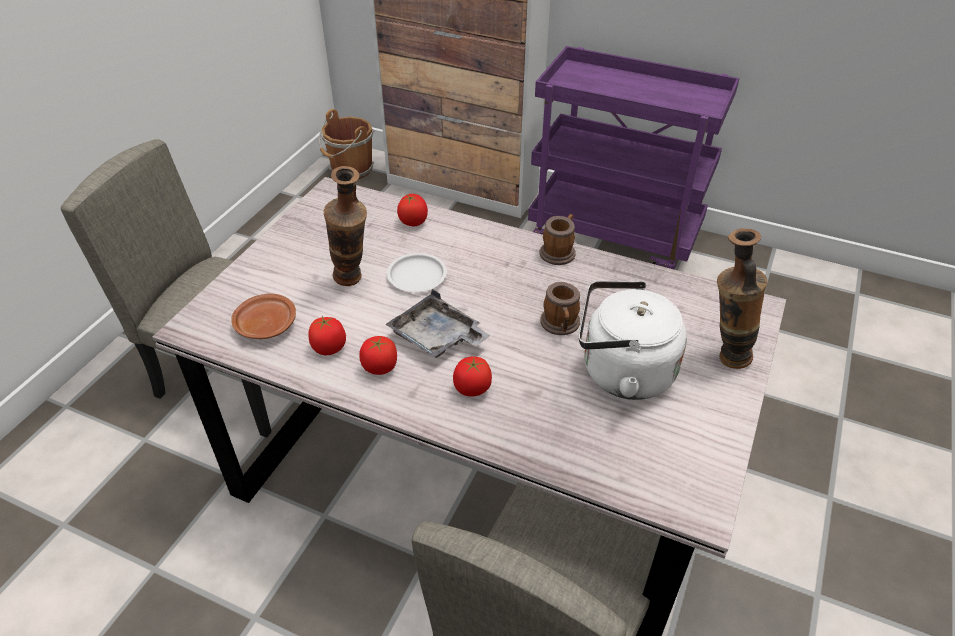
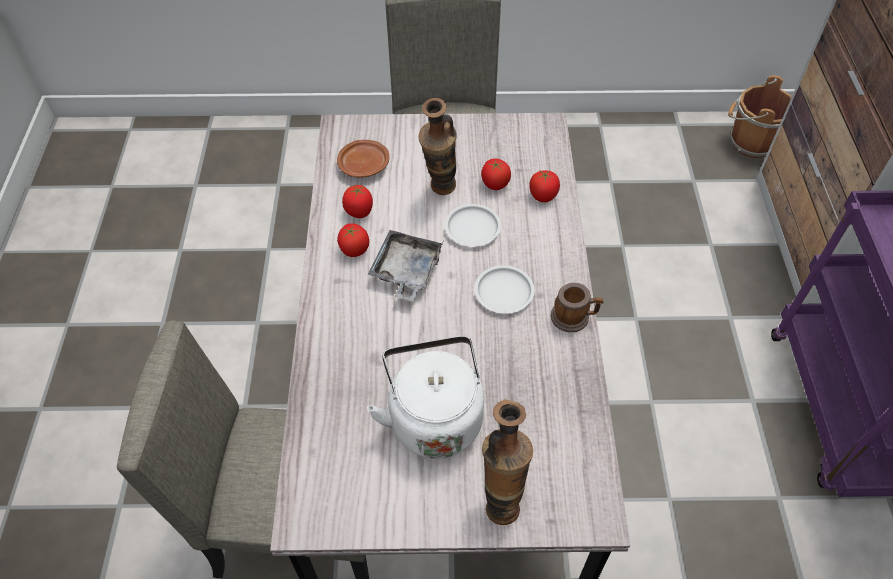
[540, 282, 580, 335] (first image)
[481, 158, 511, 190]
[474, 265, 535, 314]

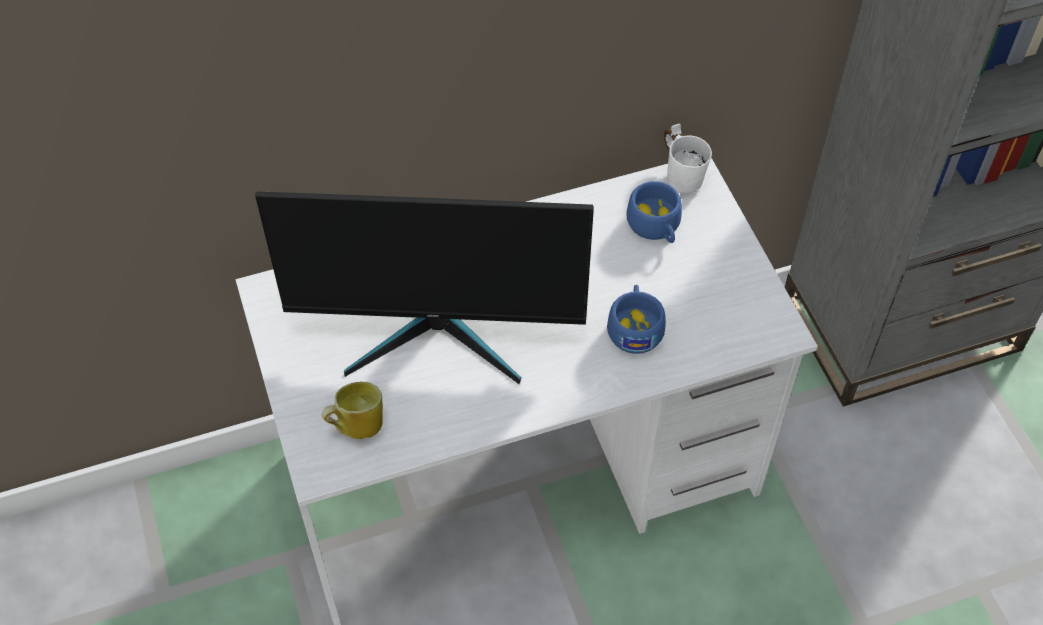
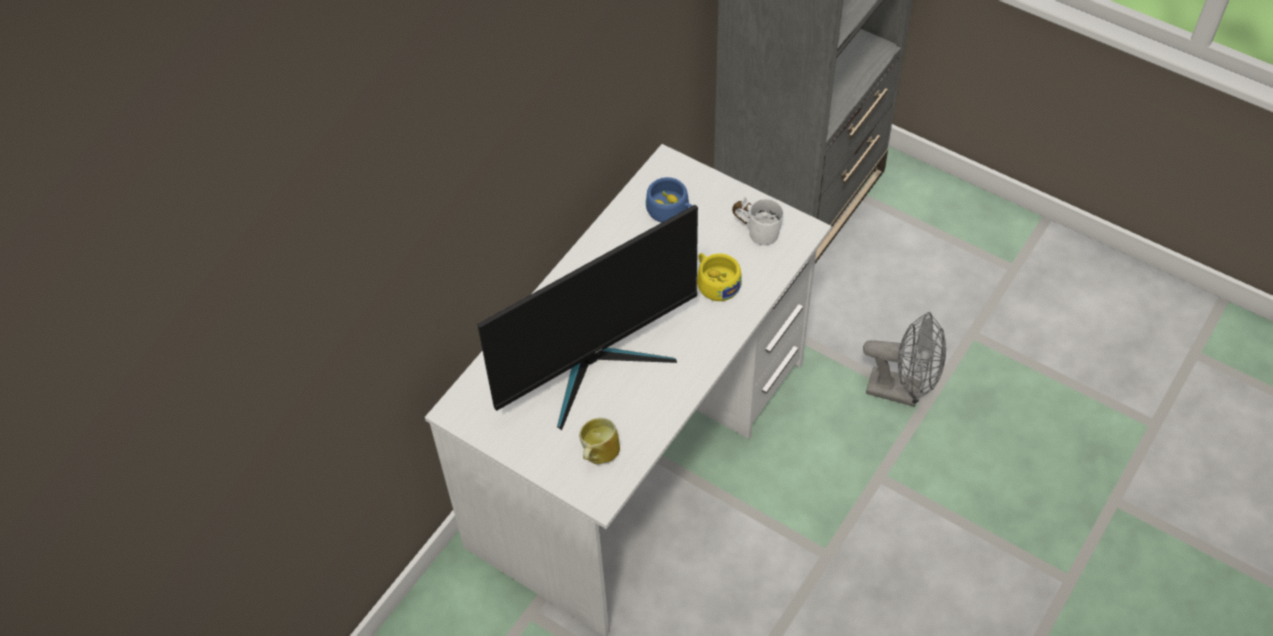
[732, 196, 784, 245]
[697, 253, 742, 301]
[863, 312, 946, 407]

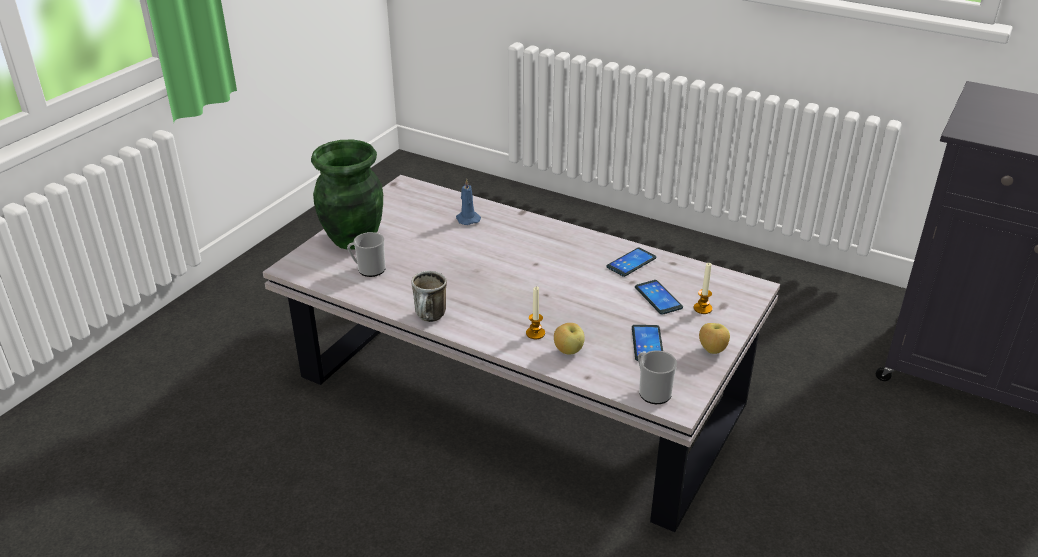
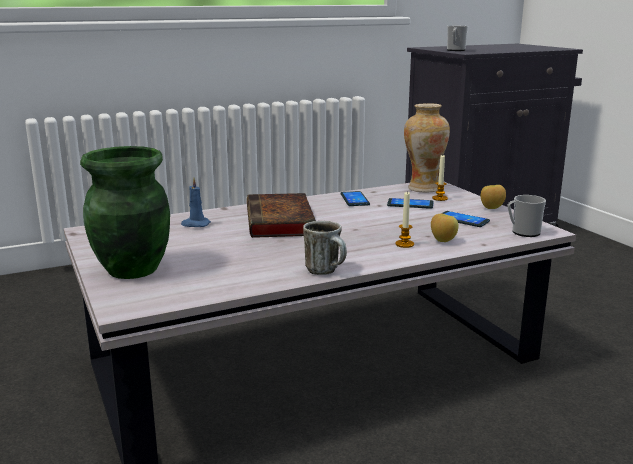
[447, 26, 468, 51]
[404, 103, 450, 193]
[247, 193, 316, 238]

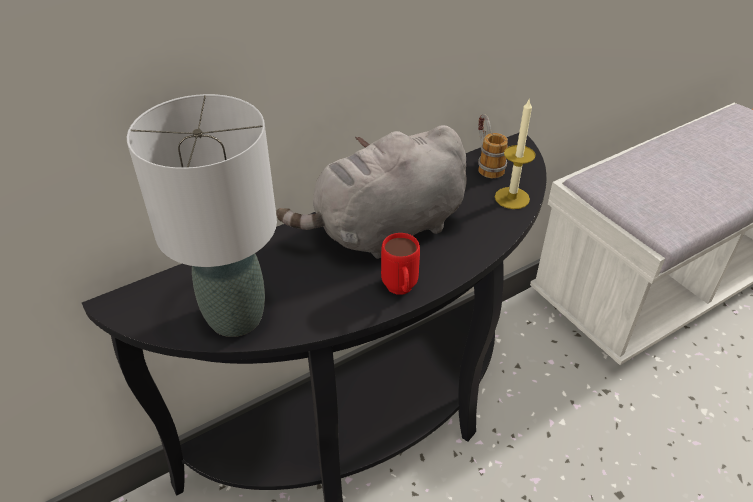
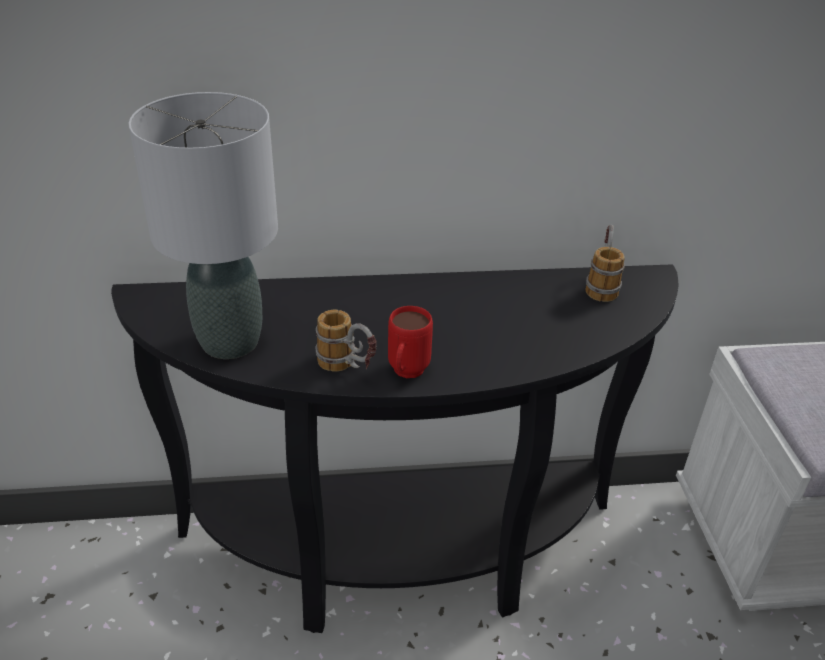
[495, 100, 536, 209] (first image)
[276, 125, 466, 259] (first image)
[315, 310, 377, 372]

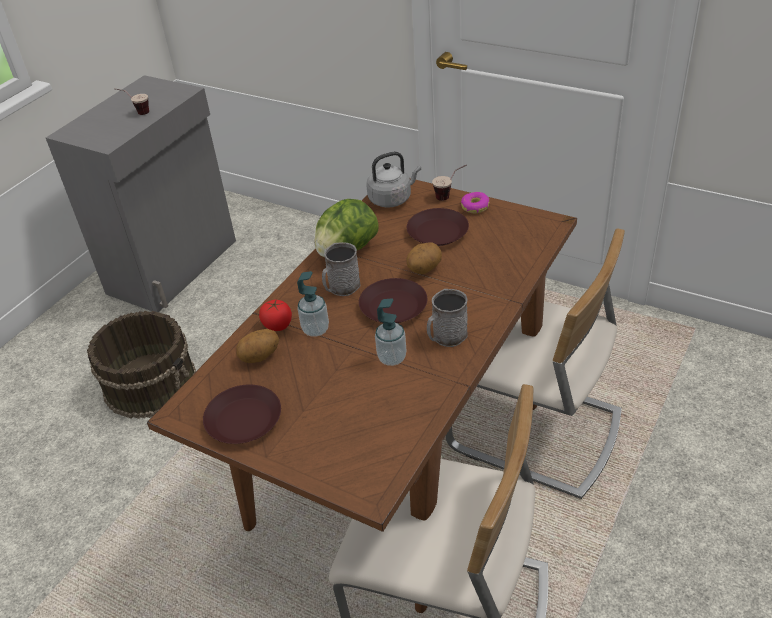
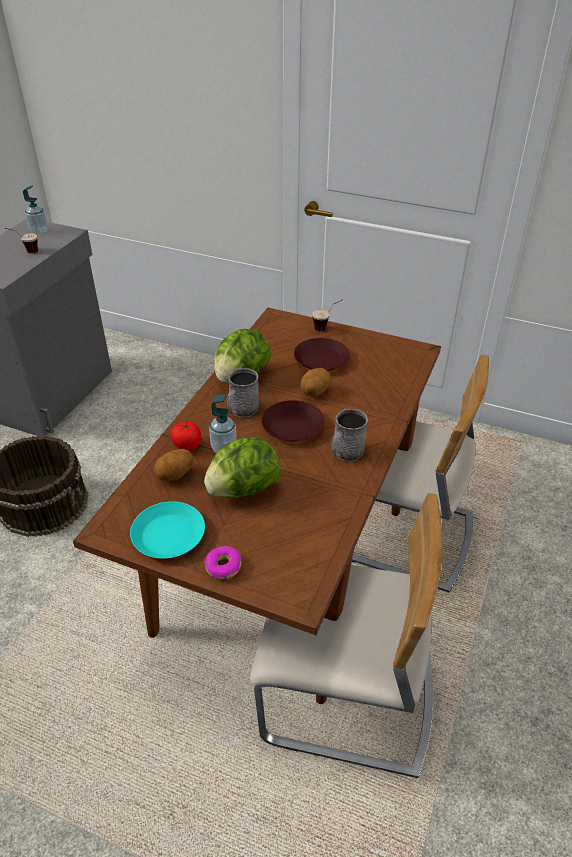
[366, 152, 421, 208] (first image)
[205, 546, 241, 580]
[23, 186, 48, 234]
[130, 501, 205, 559]
[204, 437, 281, 498]

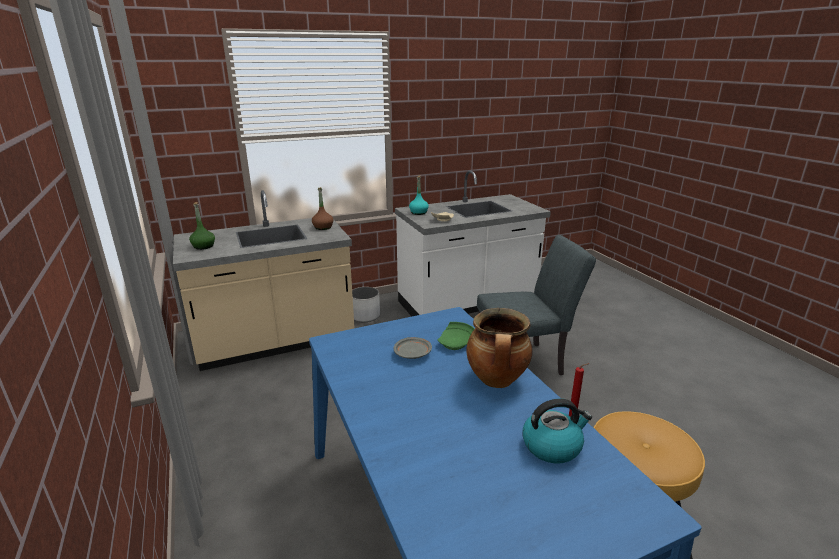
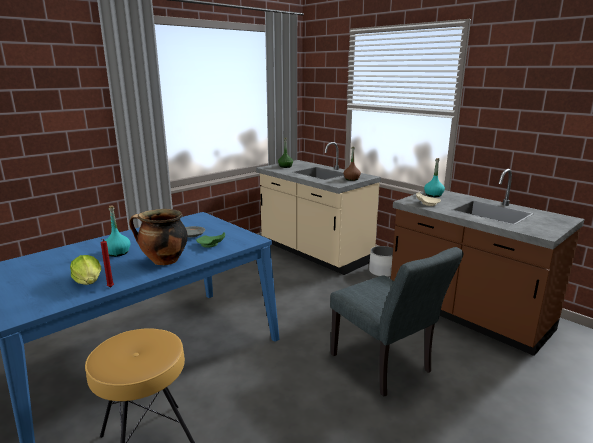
[391, 169, 585, 356]
[70, 255, 101, 285]
[105, 206, 131, 257]

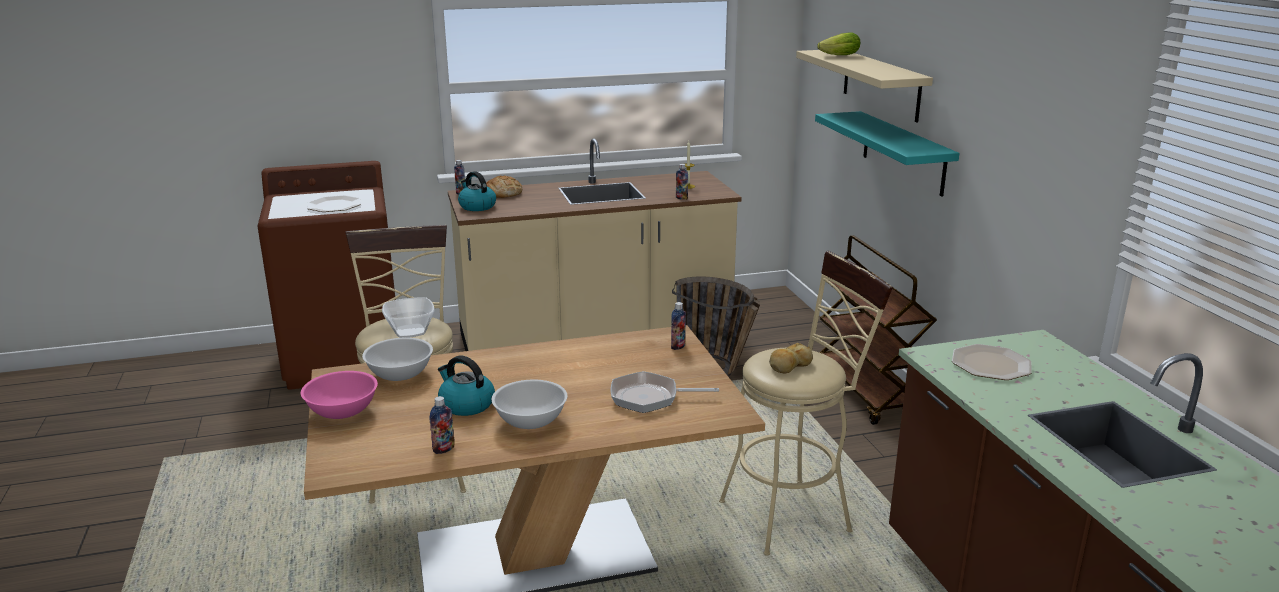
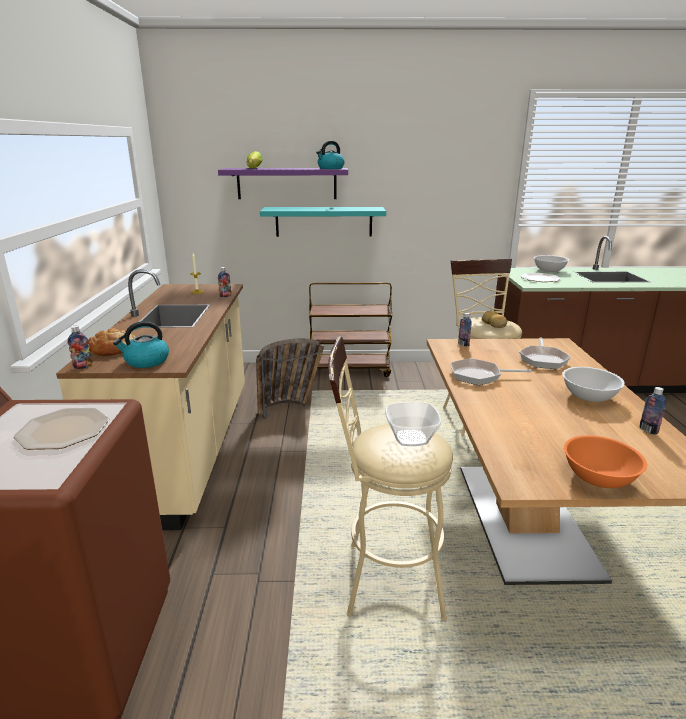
[218, 168, 348, 199]
[534, 255, 569, 272]
[316, 141, 345, 169]
[564, 435, 647, 488]
[451, 358, 531, 385]

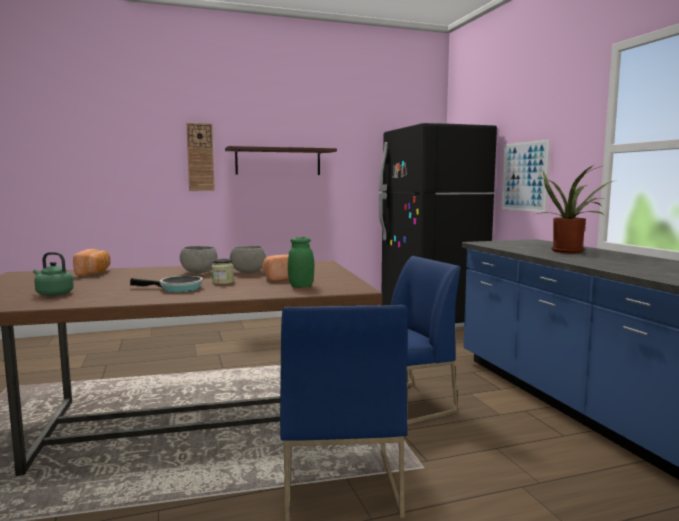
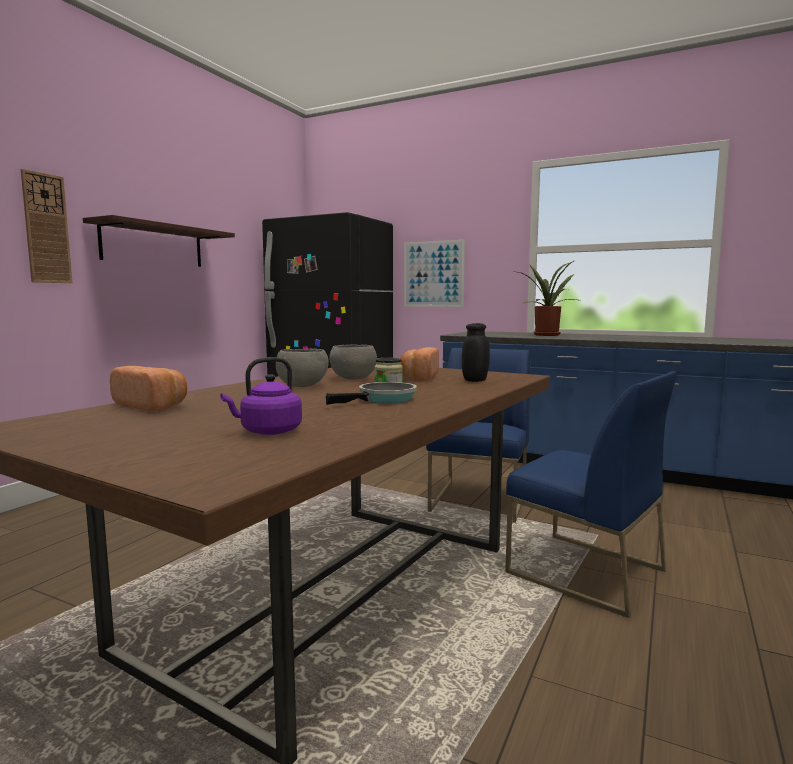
[462, 323, 490, 382]
[221, 357, 302, 435]

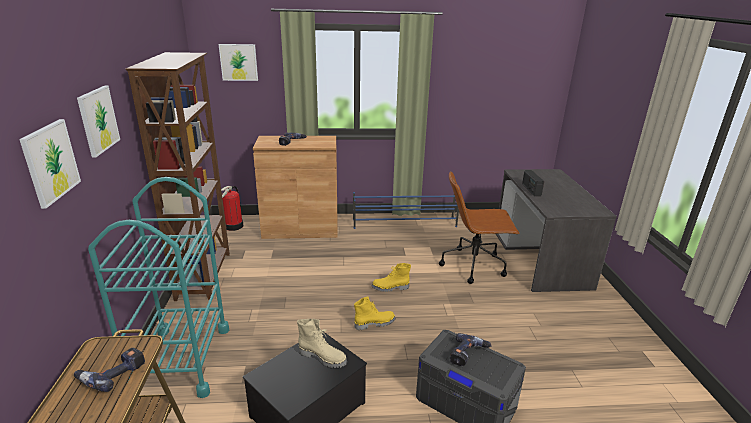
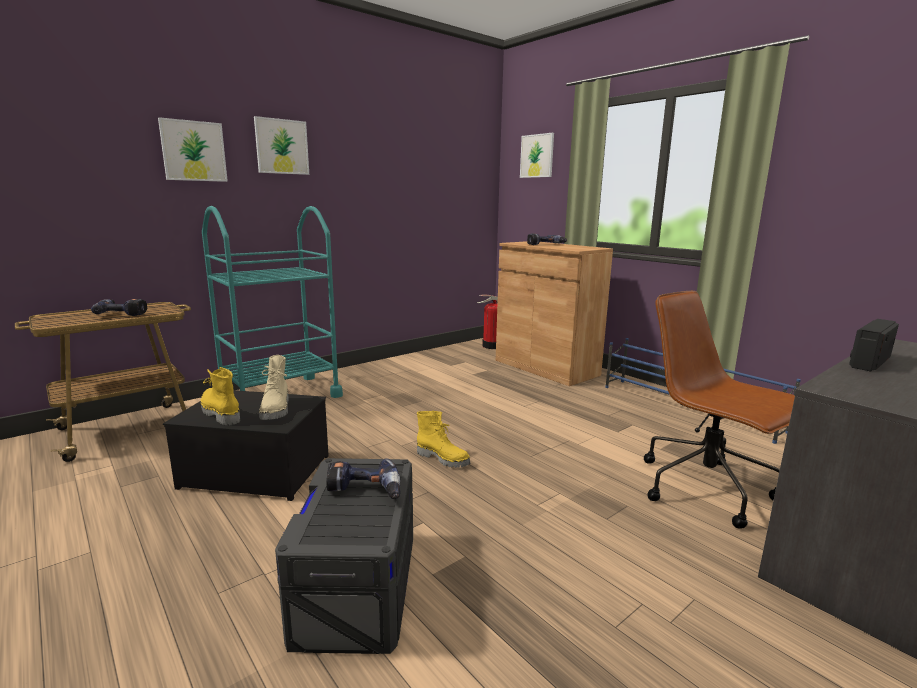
[126, 52, 230, 301] (first image)
[201, 367, 240, 426]

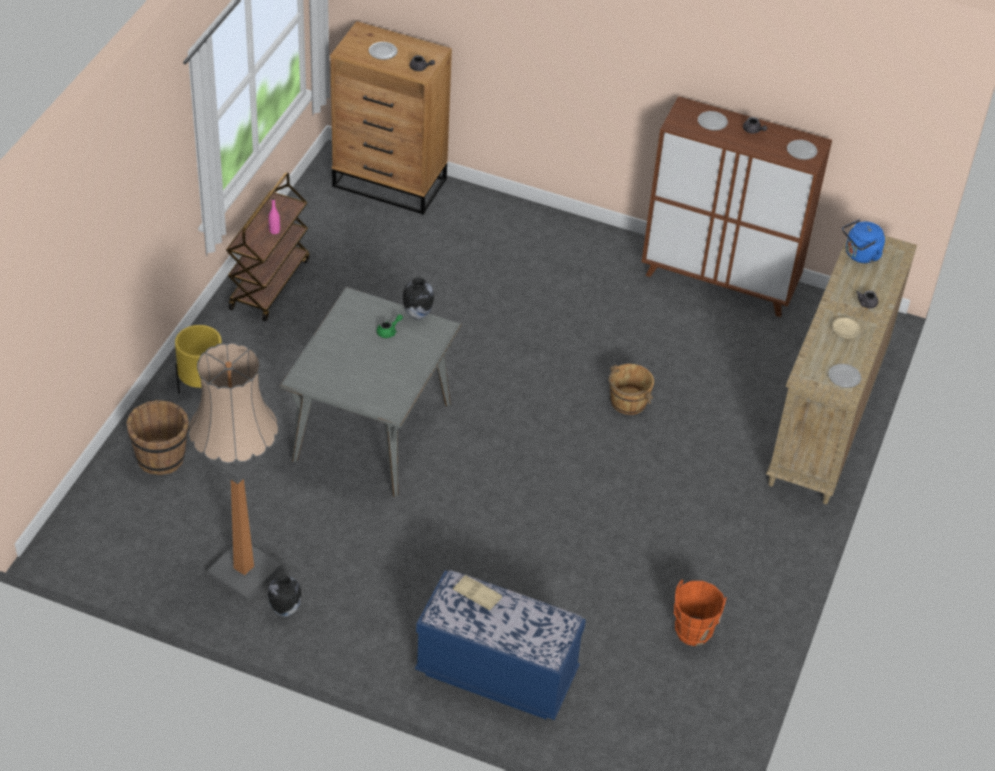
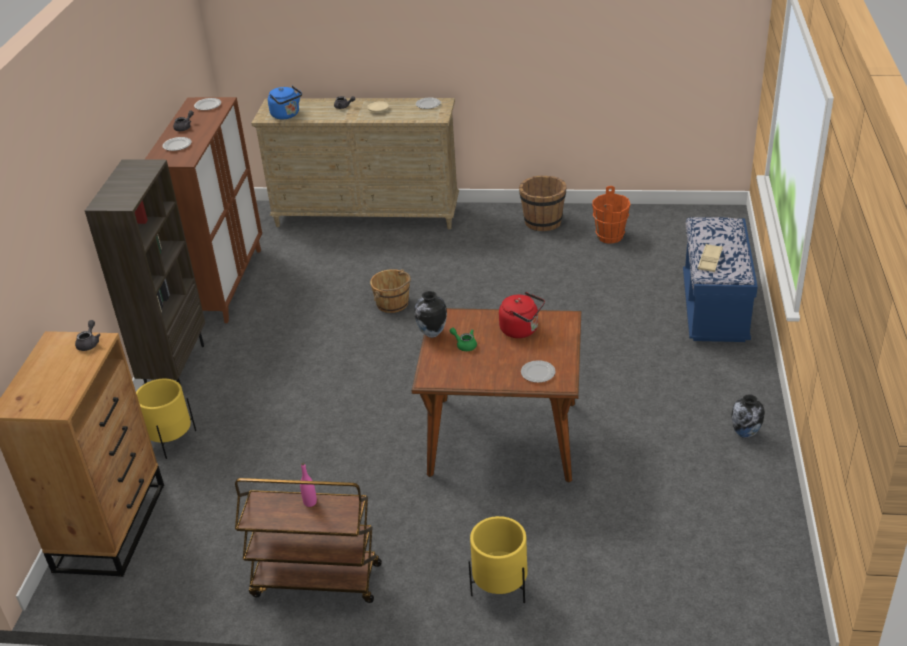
[521, 360, 555, 383]
[412, 308, 581, 483]
[188, 342, 282, 603] (first image)
[519, 175, 567, 231]
[85, 159, 205, 385]
[499, 292, 545, 338]
[136, 378, 196, 459]

